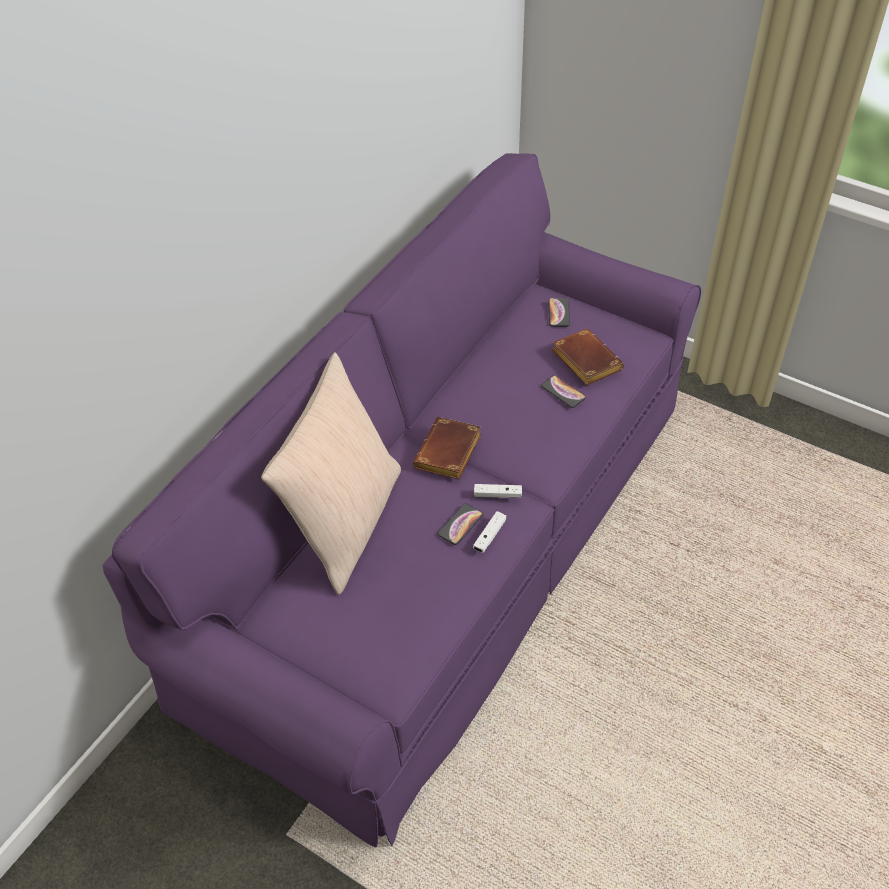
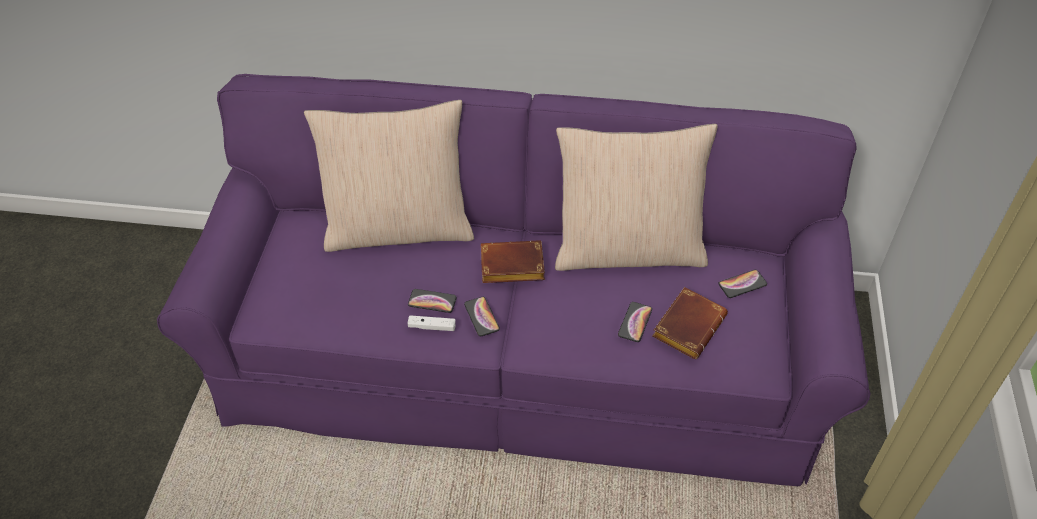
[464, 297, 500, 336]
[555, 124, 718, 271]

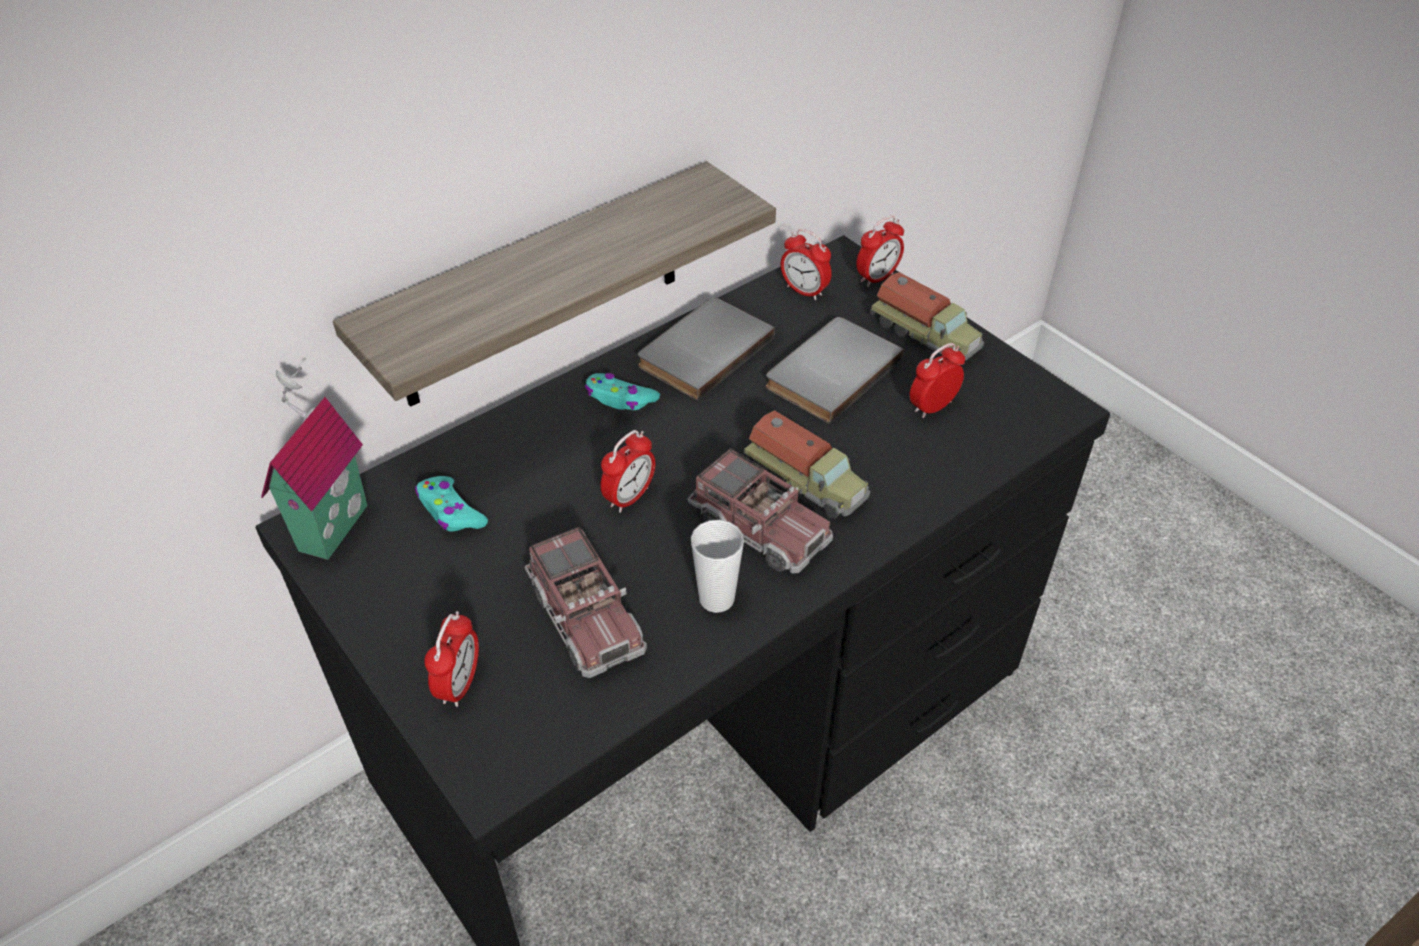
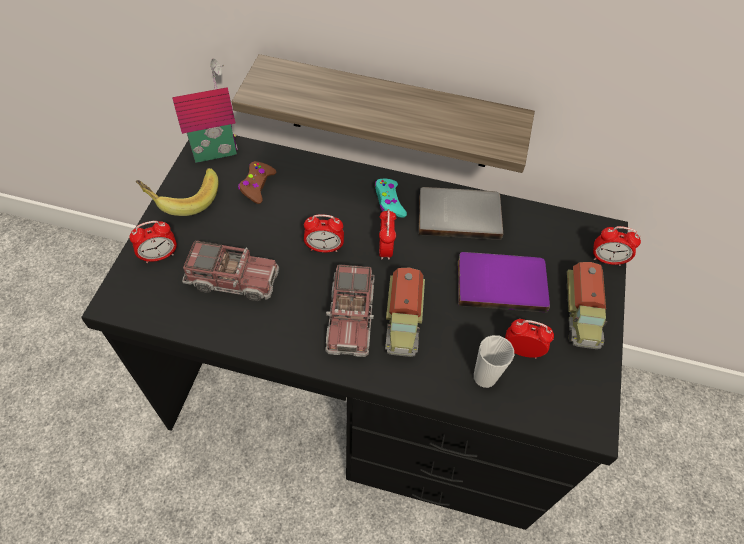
[379, 209, 396, 260]
[458, 252, 550, 312]
[238, 161, 276, 204]
[474, 335, 514, 388]
[182, 240, 279, 301]
[136, 168, 219, 216]

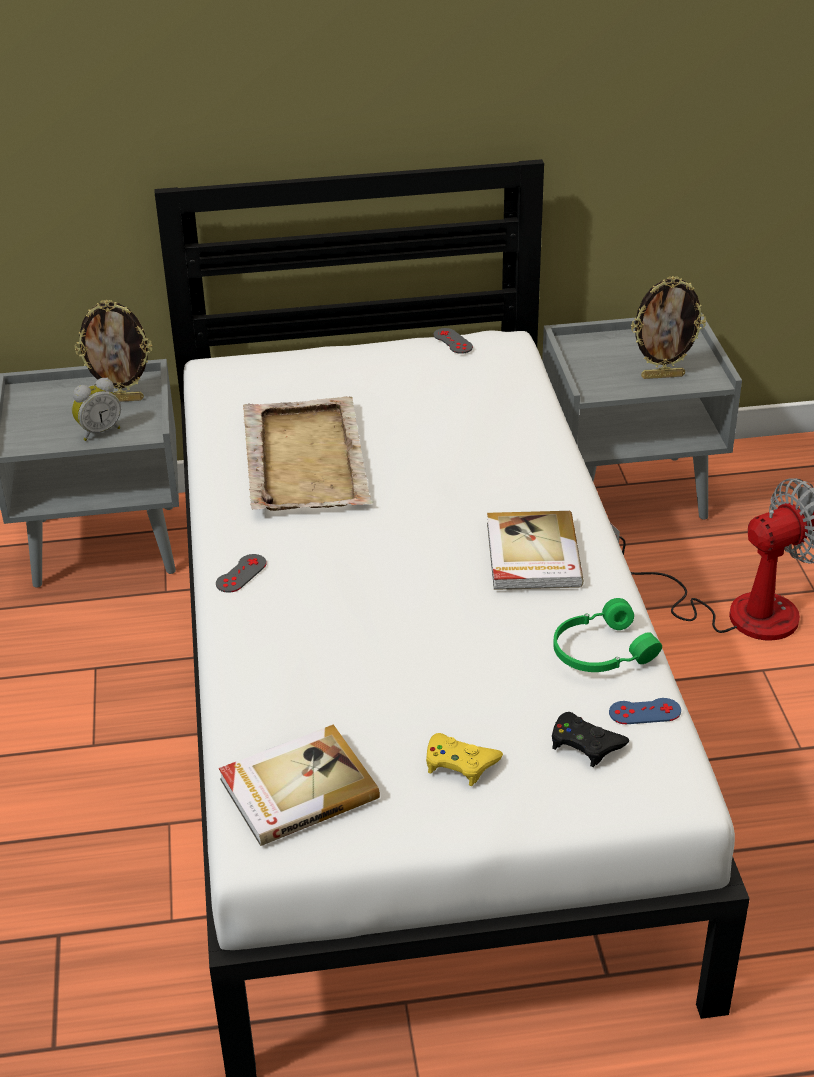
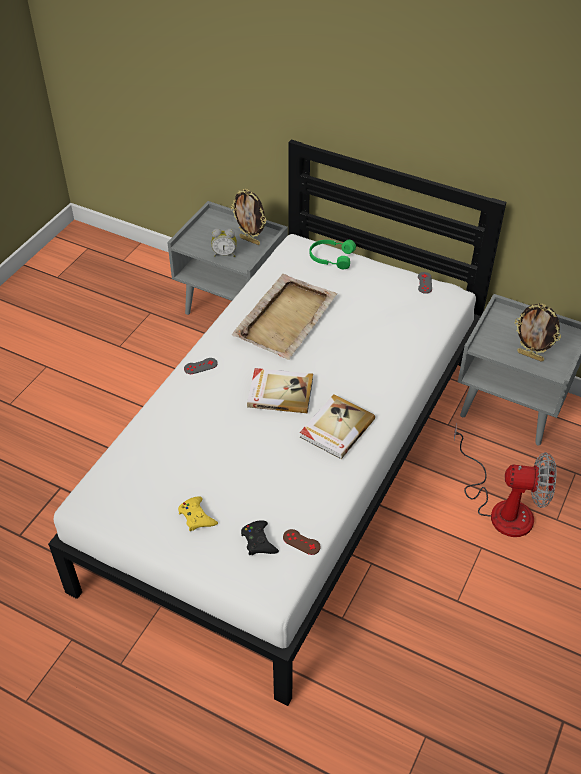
[309, 240, 356, 269]
[283, 529, 321, 555]
[247, 368, 313, 413]

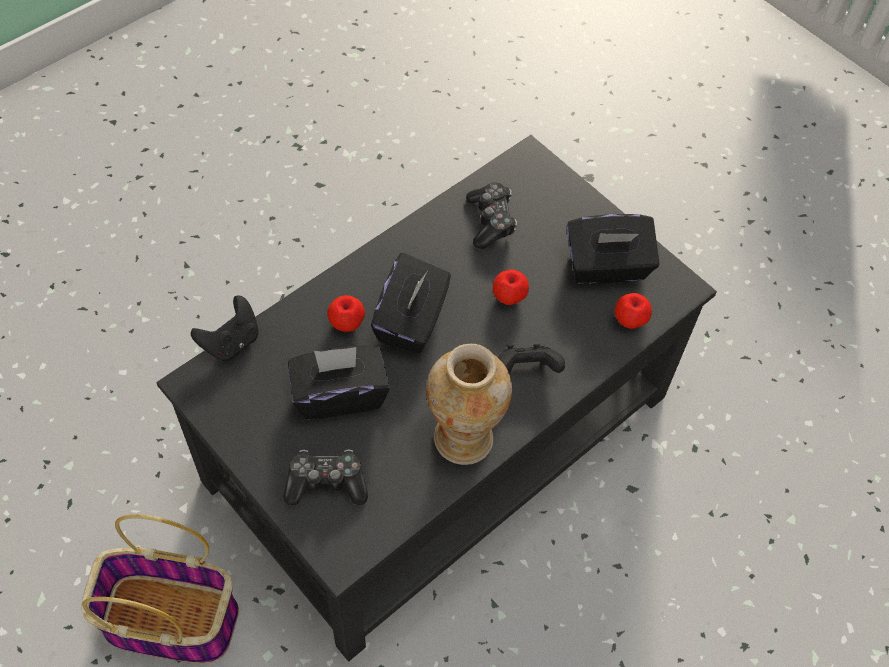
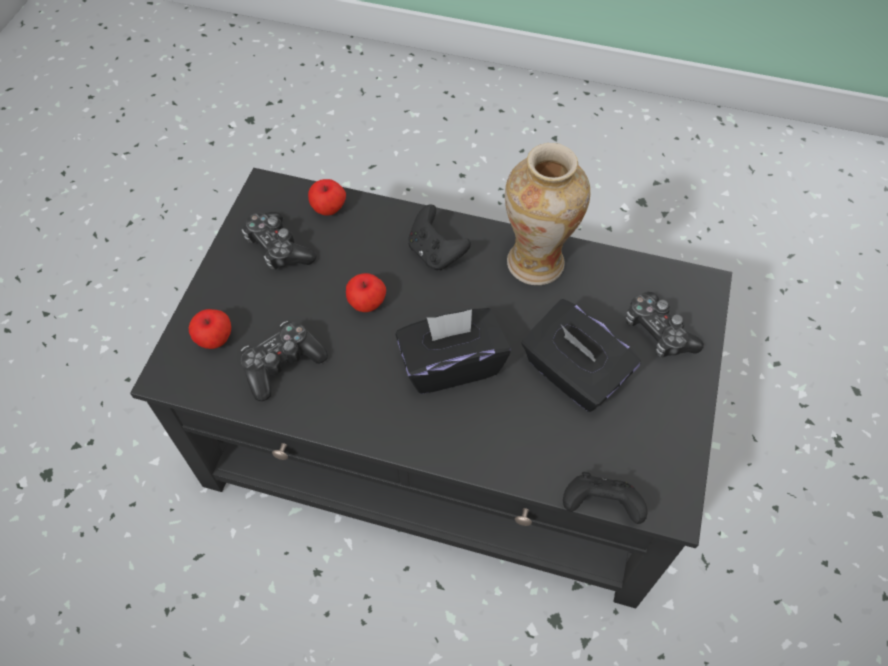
[242, 212, 316, 270]
[189, 309, 231, 349]
[82, 514, 239, 664] (first image)

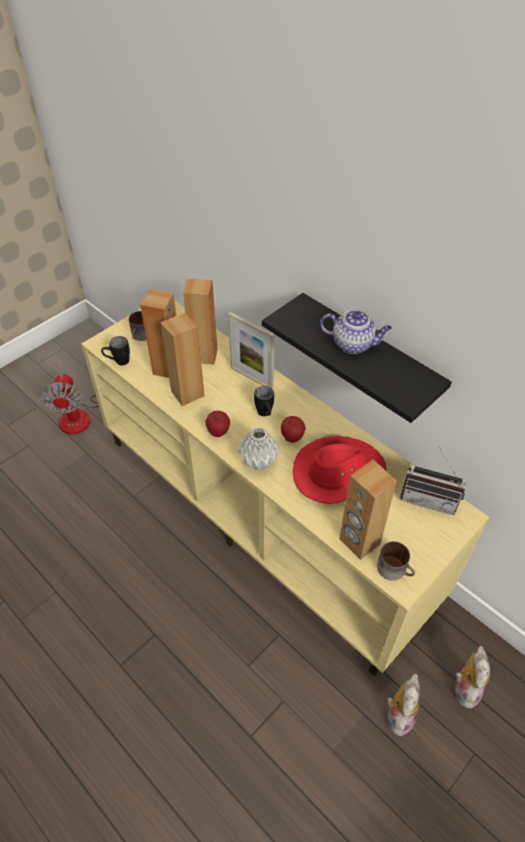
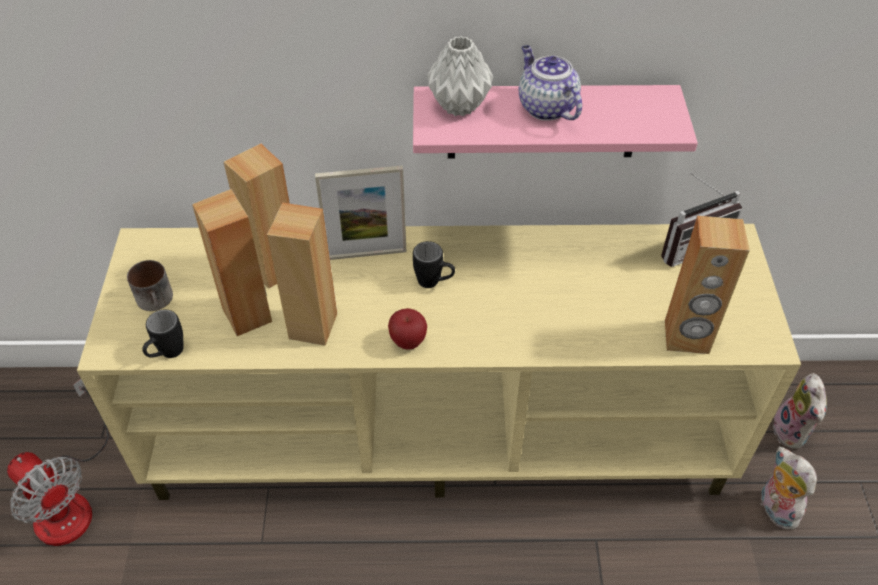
[413, 85, 698, 159]
[519, 45, 582, 121]
[281, 416, 306, 443] (first image)
[427, 36, 493, 116]
[293, 436, 386, 504] (first image)
[377, 541, 415, 581] (first image)
[773, 373, 827, 449]

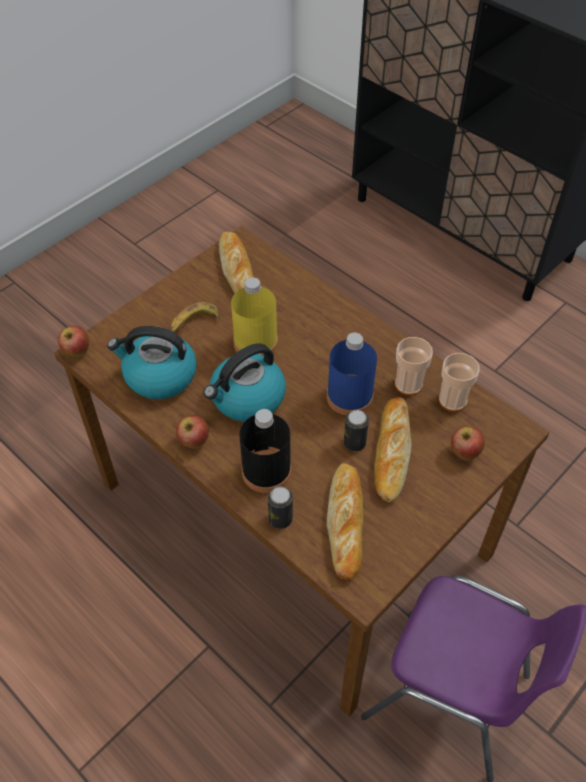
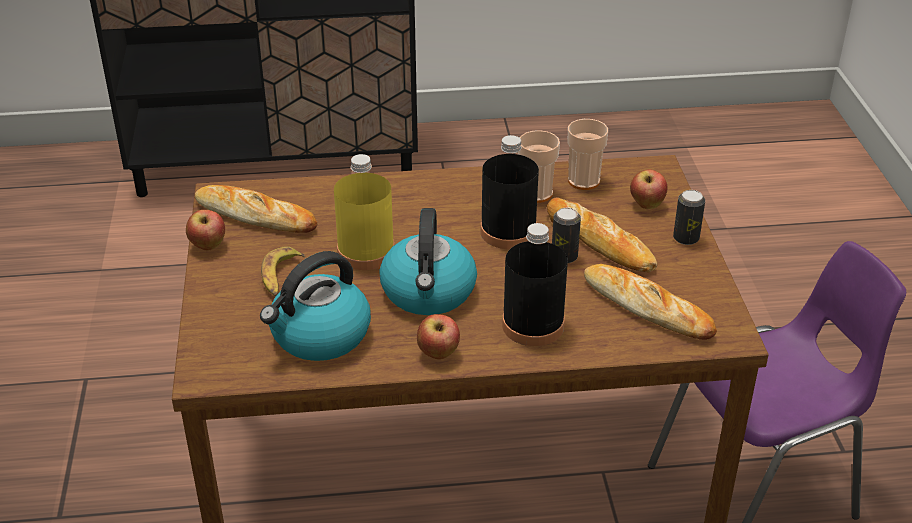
[186, 210, 225, 251]
[480, 135, 539, 249]
[673, 190, 705, 245]

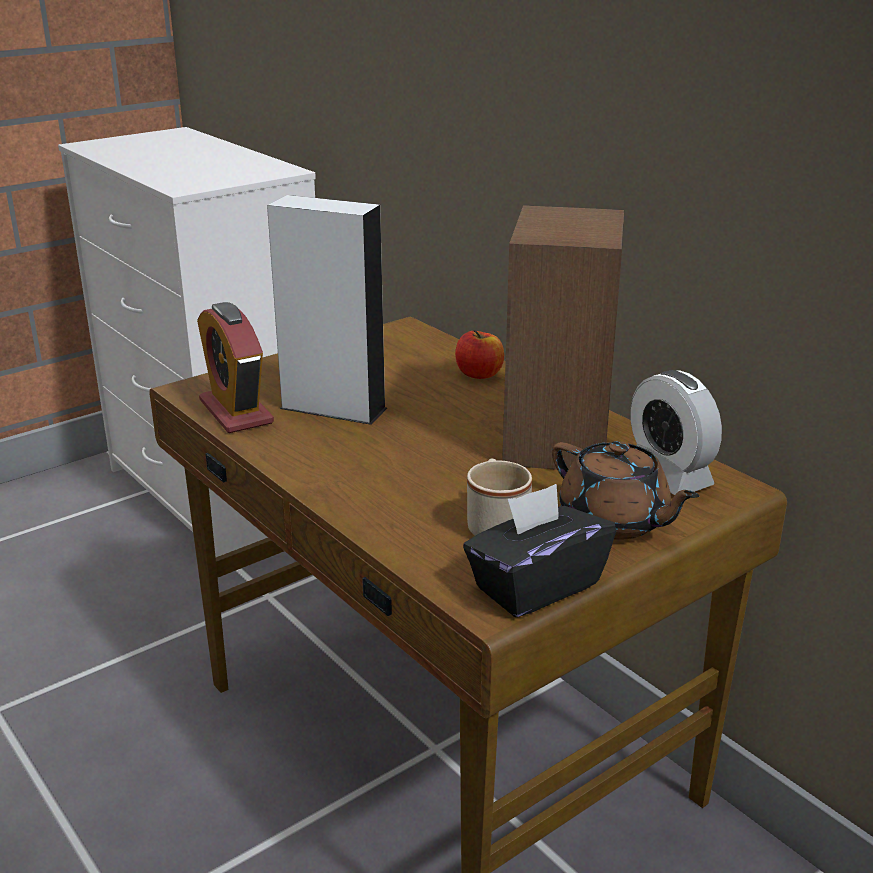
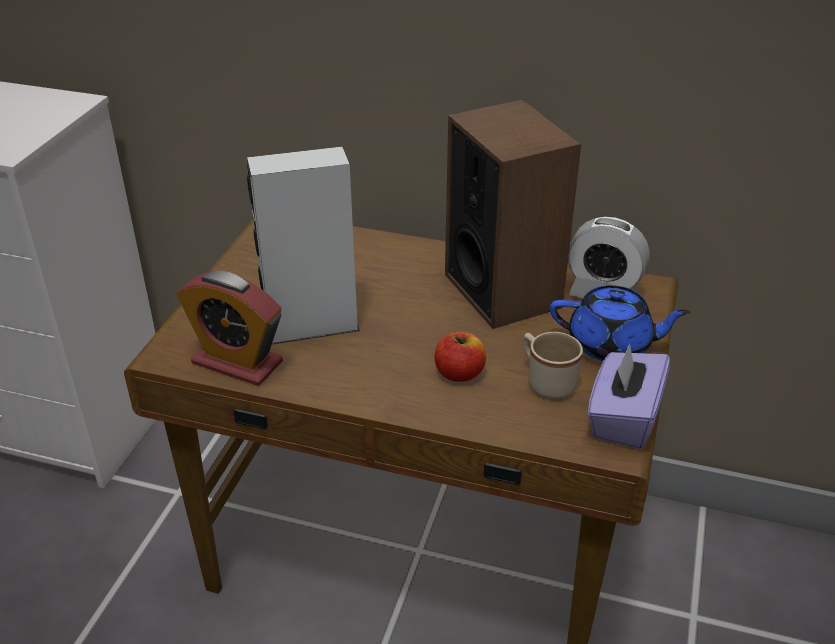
[434, 332, 486, 382]
[550, 285, 691, 361]
[588, 343, 670, 449]

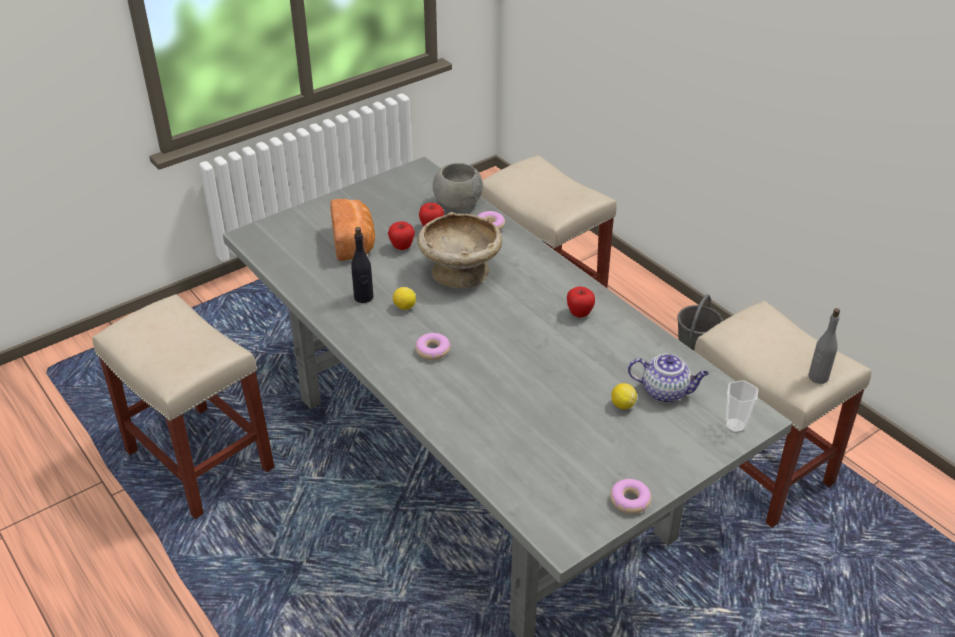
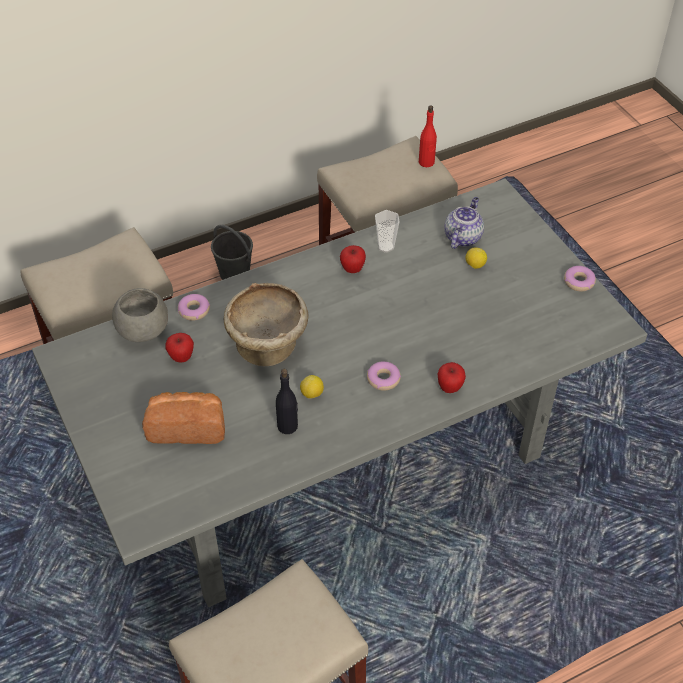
[438, 362, 466, 393]
[419, 105, 437, 167]
[375, 210, 399, 253]

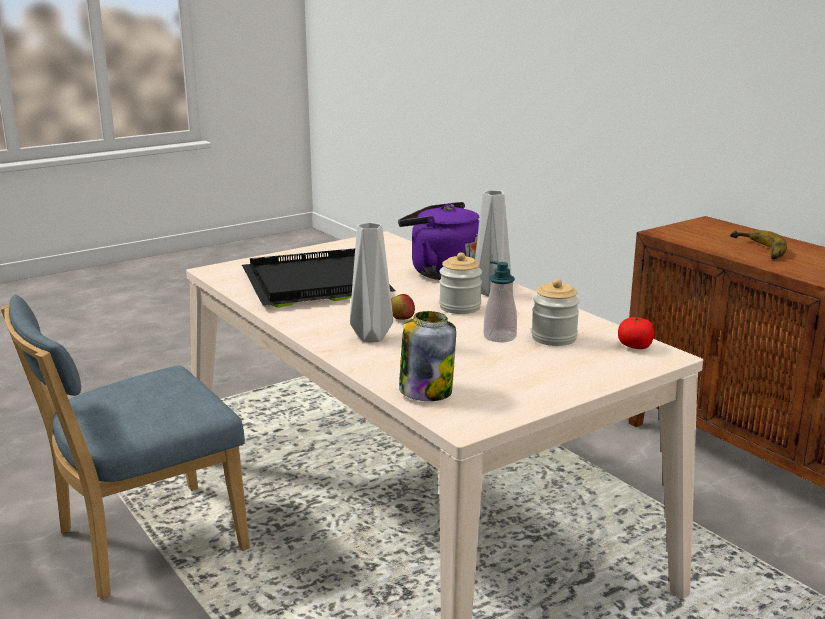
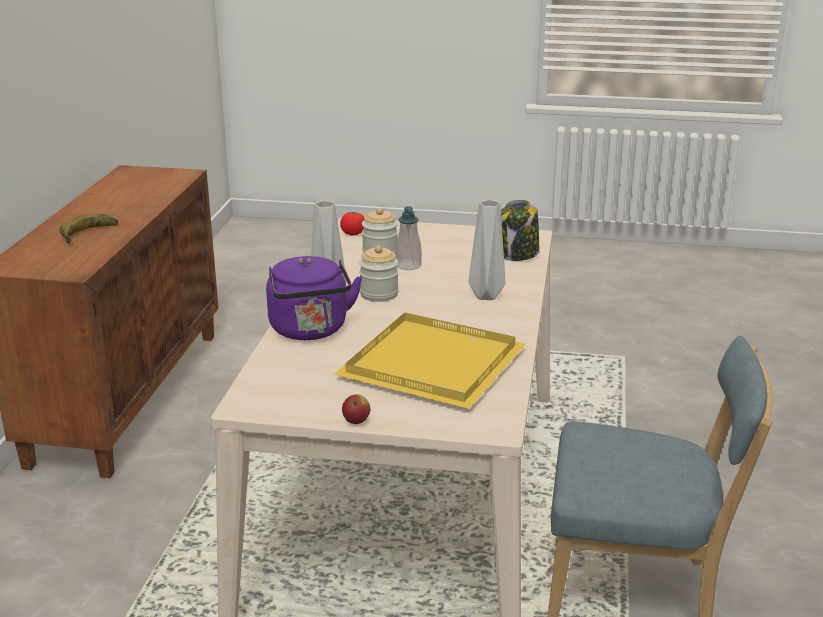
[334, 313, 526, 409]
[342, 394, 370, 424]

